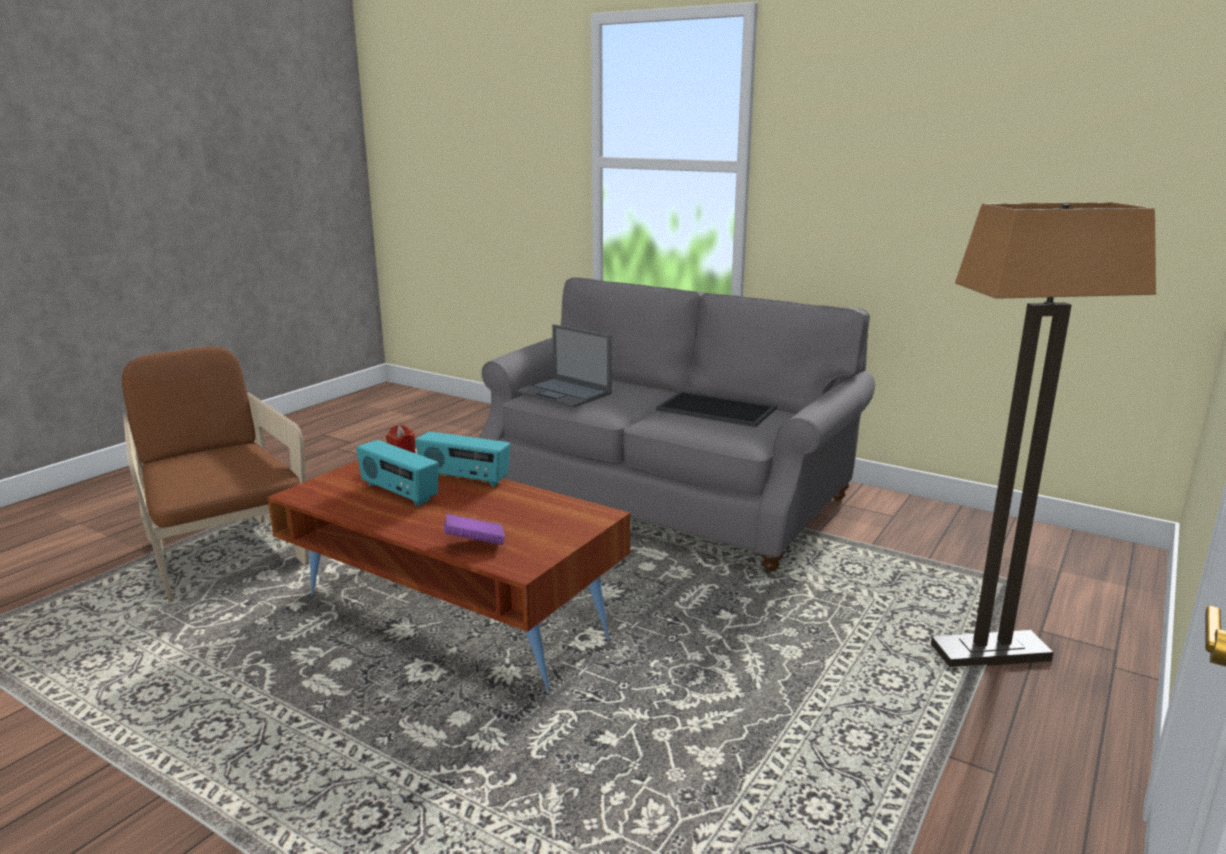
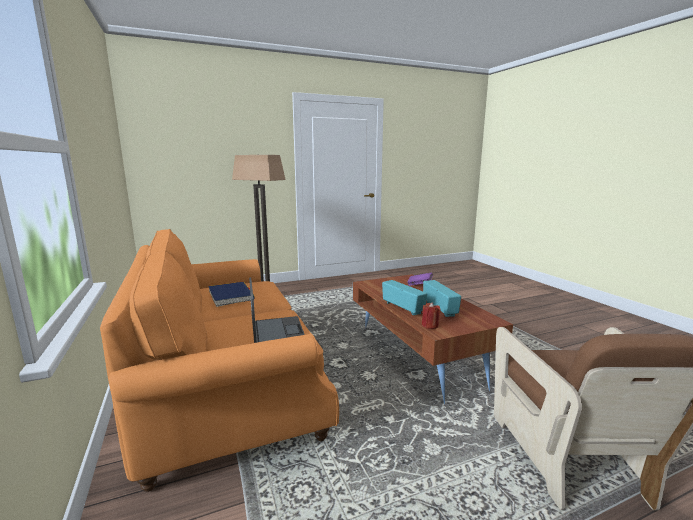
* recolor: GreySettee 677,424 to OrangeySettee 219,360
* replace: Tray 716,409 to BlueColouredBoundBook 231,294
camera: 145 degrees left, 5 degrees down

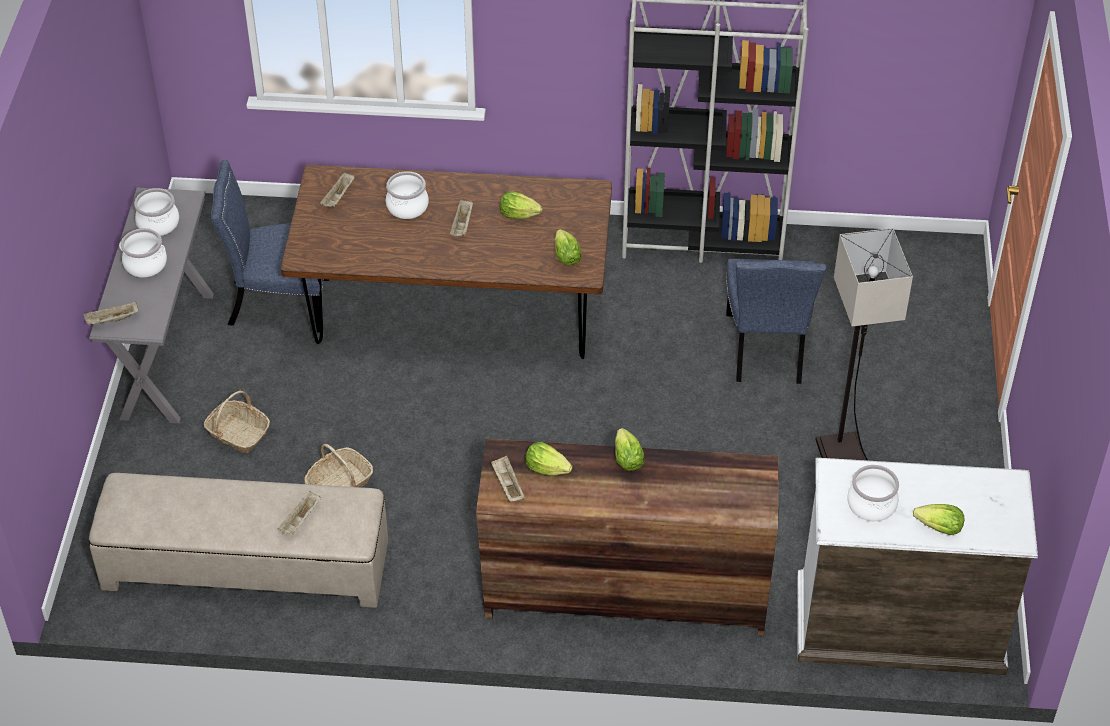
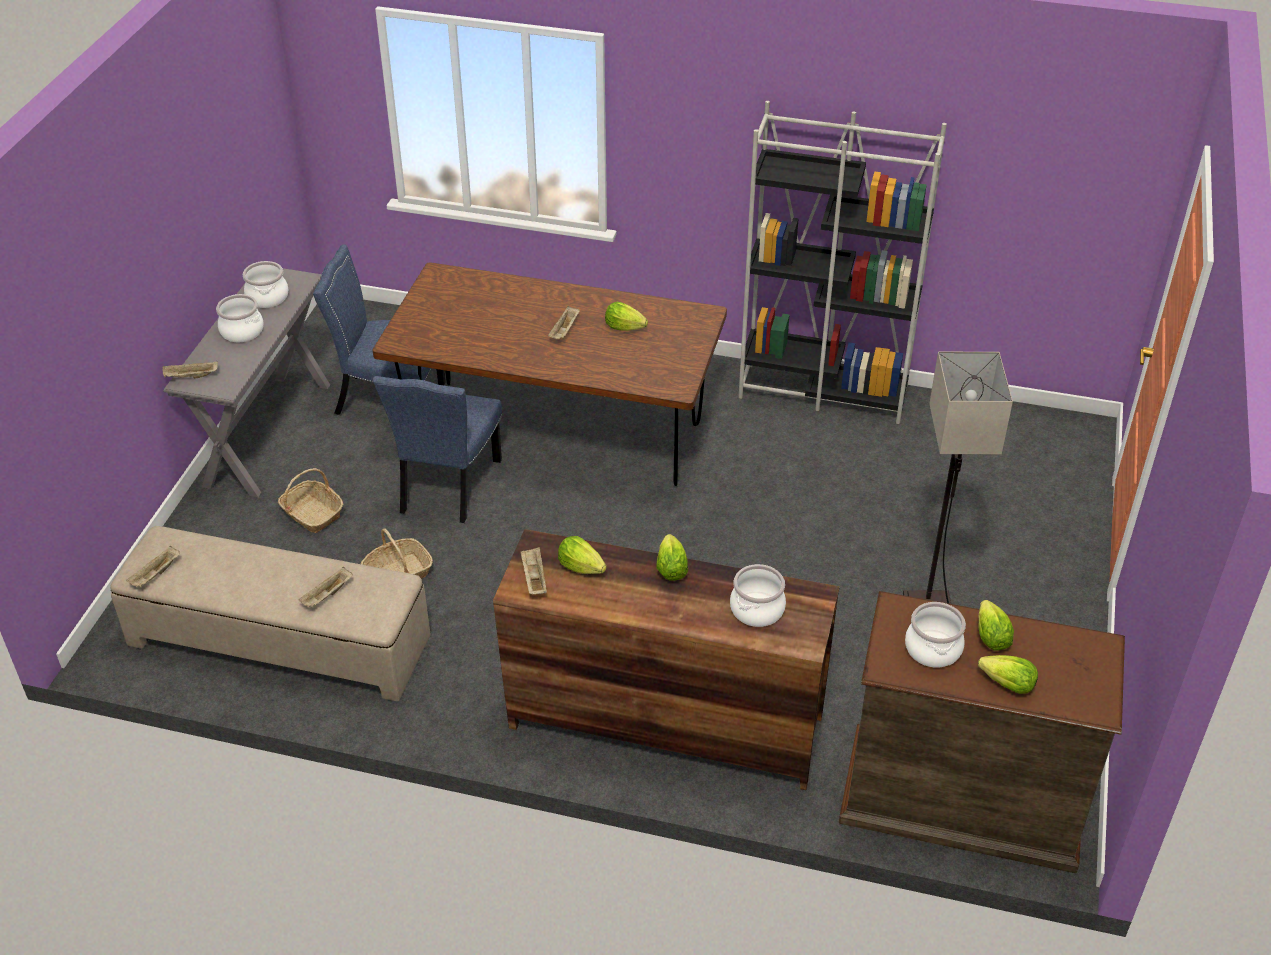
* move: SandColouredTray 337,189 to 153,566
* move: BlueColouredUprightChair 776,321 to 437,449
* move: Stockpot 407,195 to 758,595
* recolor: WhiteChestOfDrawers 917,566 to BrownColouredChestOfDrawers 982,732
* move: HeadOfLettuce 568,247 to 996,625
camera: 10 degrees right, 5 degrees down

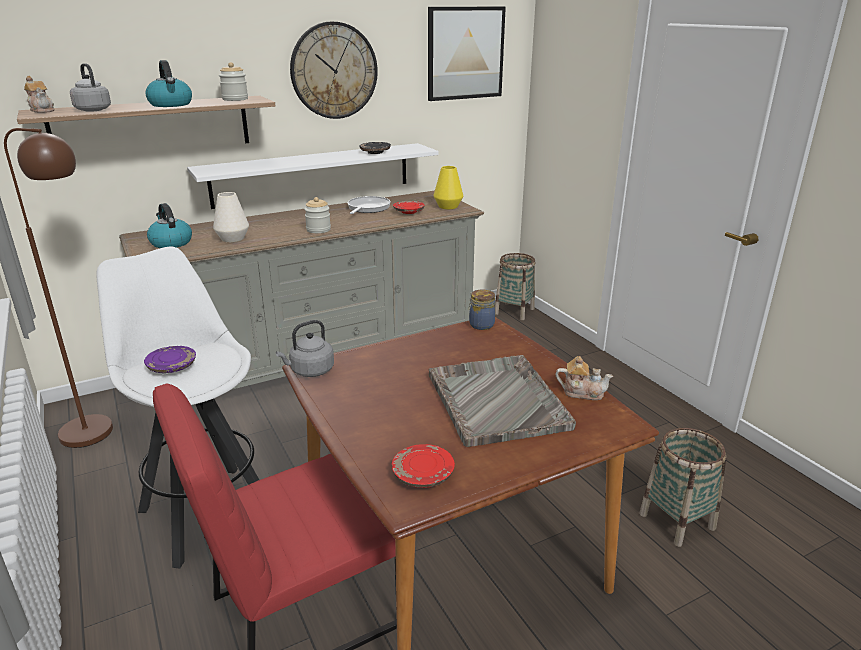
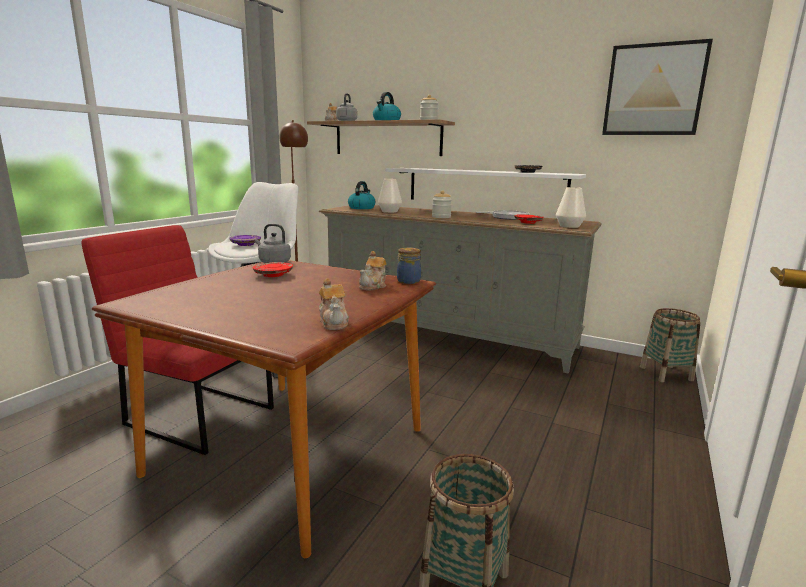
* move: ReddishFlatDish 423,466 to 272,269
* insert: PotForTea 372,270
* recolor: YellowishFlowerVase 448,187 to WhiteFlowerVase 571,207
* delete: WallClock 334,70
* delete: GreyTray 502,401
camera: 55 degrees right, 10 degrees down

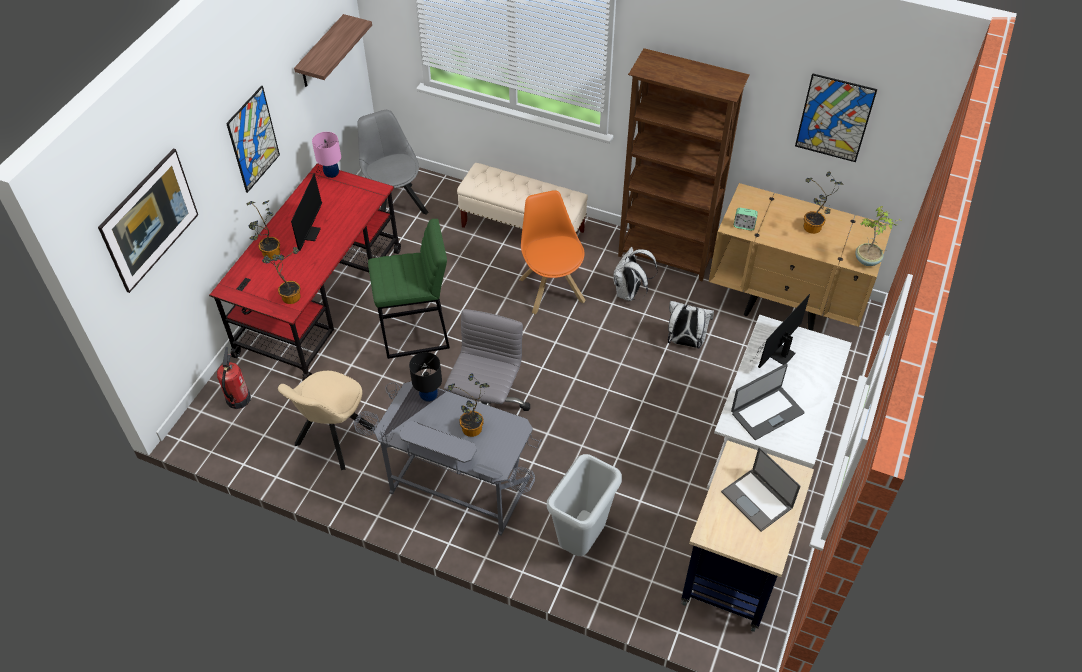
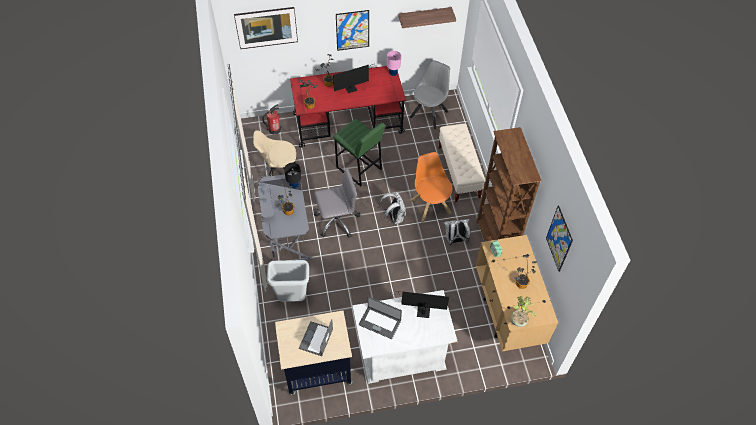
* move: WhiteBackpack 691,324 to 393,208
* rotate: OrangeyUprightChair 552,252 = 431,187 60 degrees counterclockwise
camera: 55 degrees right, 5 degrees up

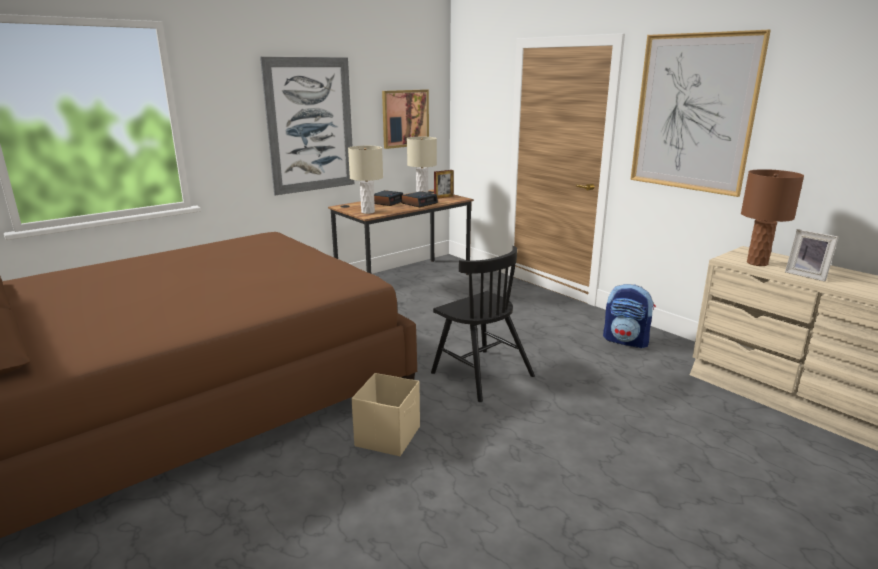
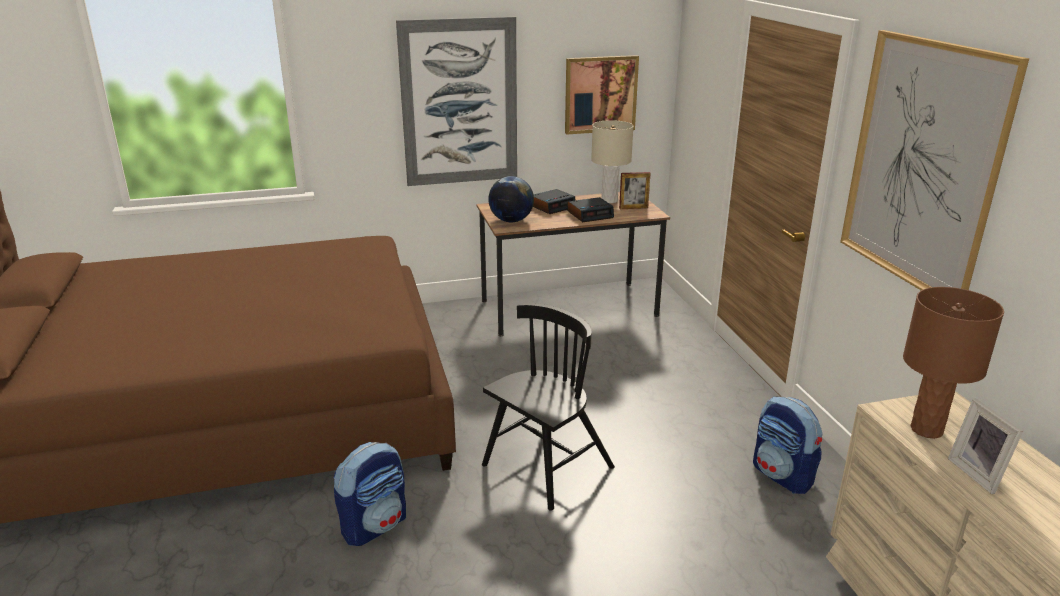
* replace: SandColouredStorageBox 386,414 to Backpack 370,494
* rotate: BlackColouredUprightChair 483,324 = 548,407 120 degrees counterclockwise
* replace: SandColouredTabletopLamp 365,180 to DeskGlobe 511,199
camera: 25 degrees right, 5 degrees up

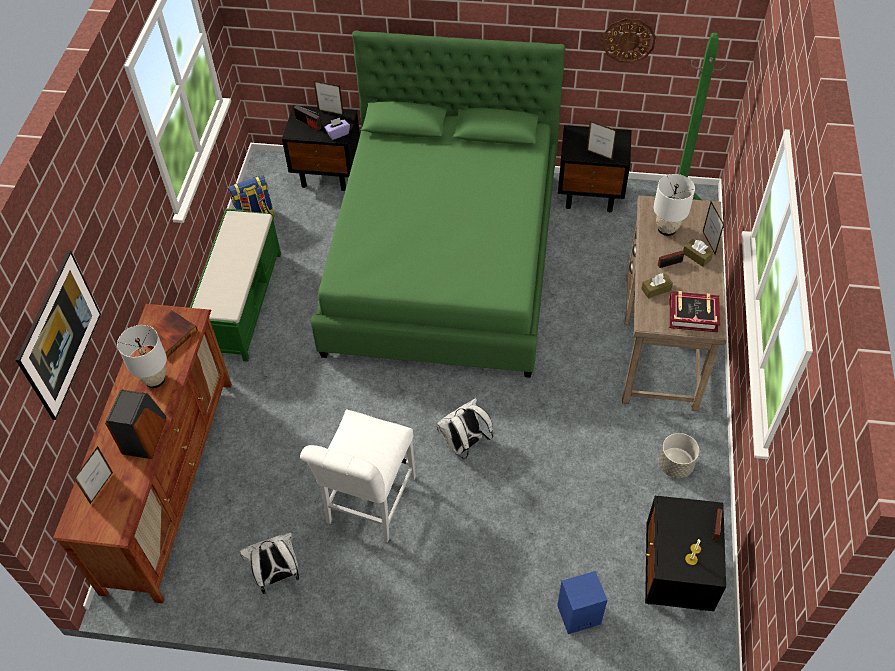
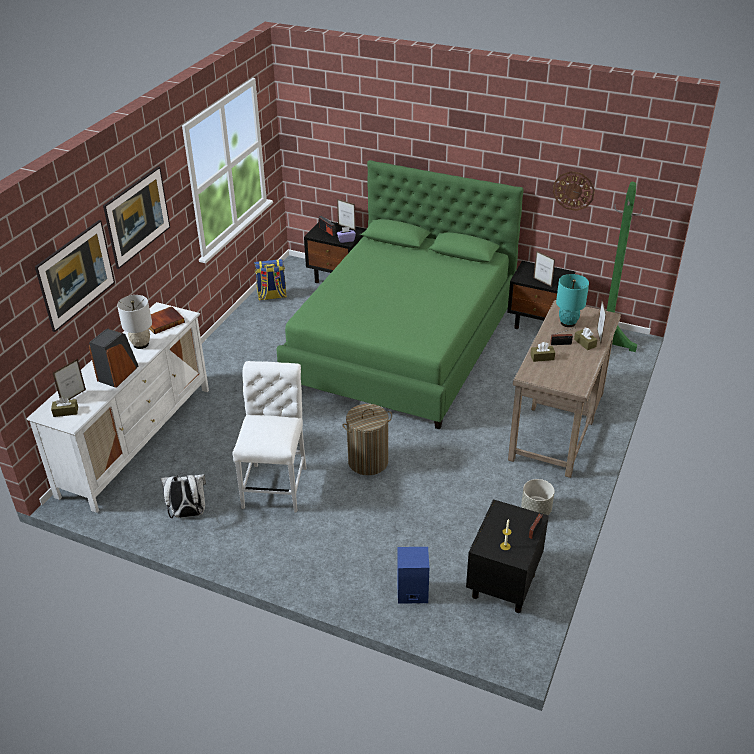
* recolor: BrownColouredChestOfDrawers 142,453 to WhiteChestOfDrawers 117,407
* insert: BrownColouredTissueBox 64,407
* insert: WallArt 136,217
* rotate: WhiteUprightChair 358,475 = 269,436 150 degrees clockwise
* replace: WhiteBackpack 465,428 to LaundryBasket 367,439
* recolor: WhiteTabletopLamp 674,205 to TurquoiseColouredTabletopLamp 572,300
* delete: GreenBench 235,285
* delete: BoundBook 694,311
camera: 15 degrees right, 15 degrees down

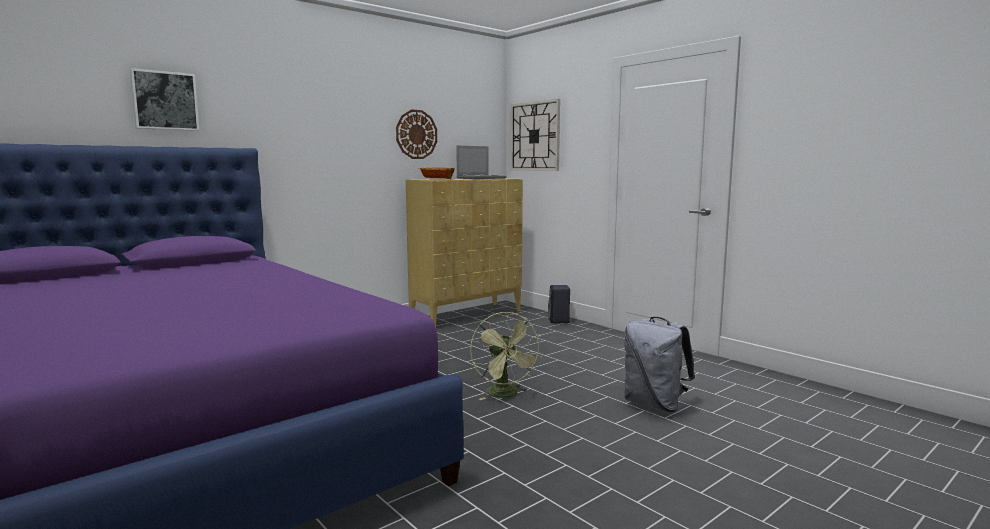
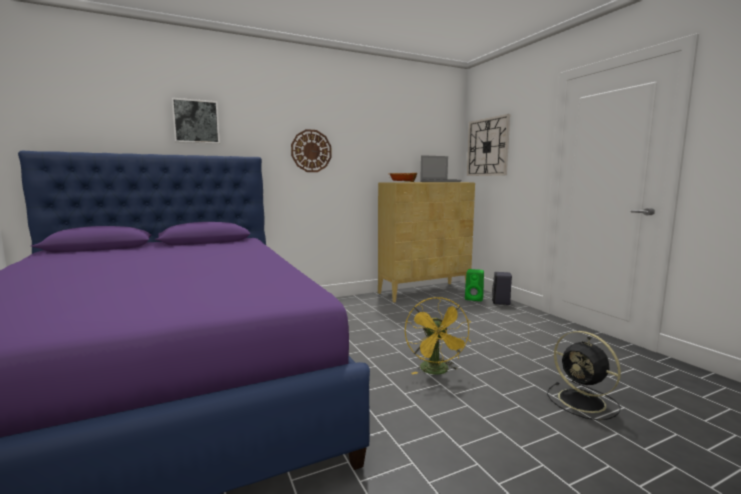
* move: WallClock 416,134 to 311,150
* recolor: GreenElectricFan 506,356 to YellowishElectricFan 438,335
* insert: GreenLoudspeaker 474,285
* replace: GreyBackpack 659,364 to BlackColouredElectricFan 584,375
camera: 15 degrees right, 0 degrees up

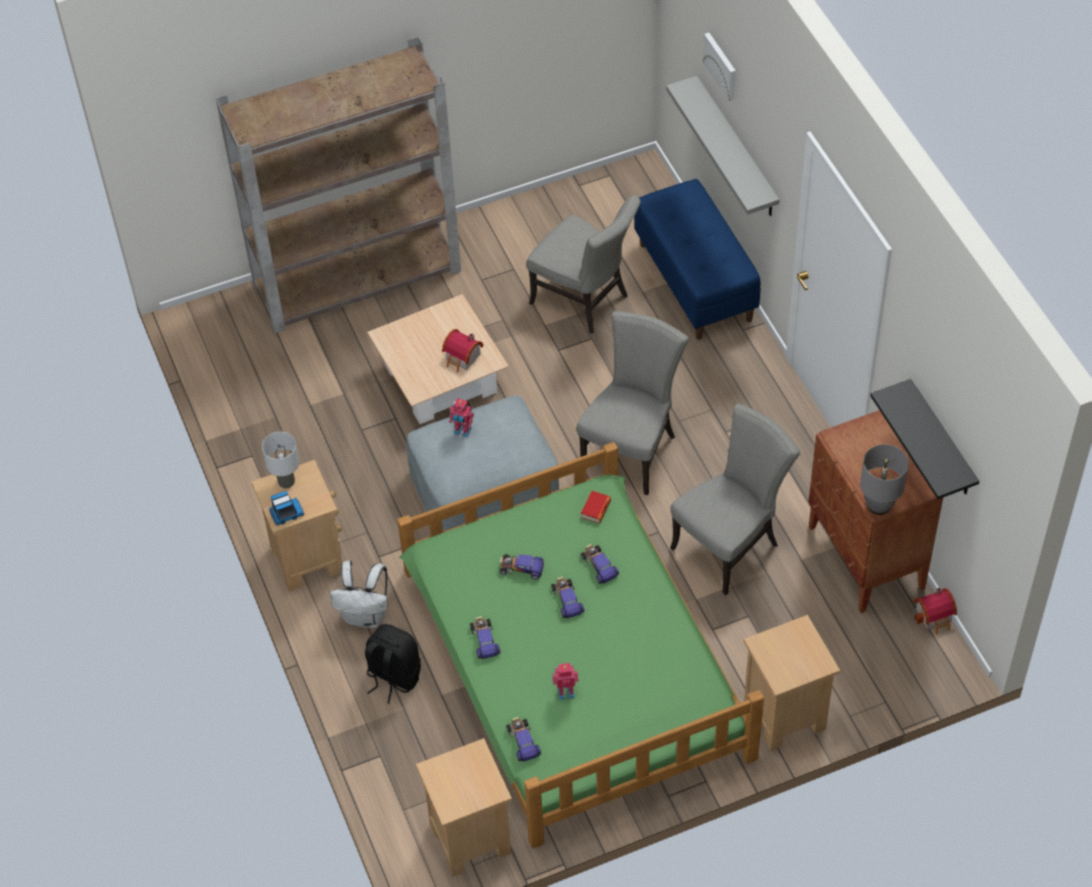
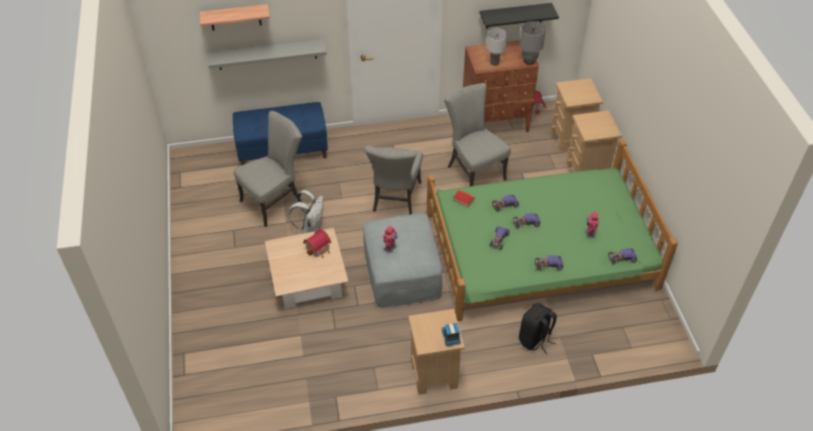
* replace: WallArt 719,67 to Shelf 235,17
* move: WhiteBackpack 359,594 to 306,212
* rotate: GreyUprightChair 632,403 = 393,179 120 degrees counterclockwise
* move: WhiteTabletopLamp 281,460 to 497,47
* move: SandColouredNightTable 464,807 to 577,115
* delete: BrownColouredBookshelf 338,184
camera: 80 degrees left, 5 degrees down

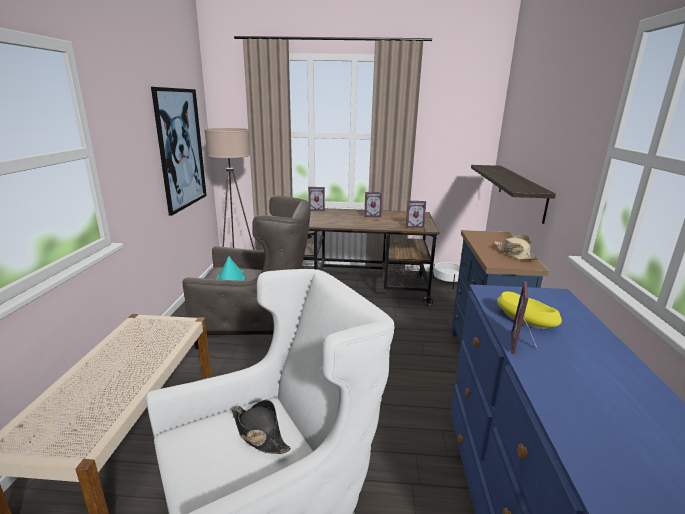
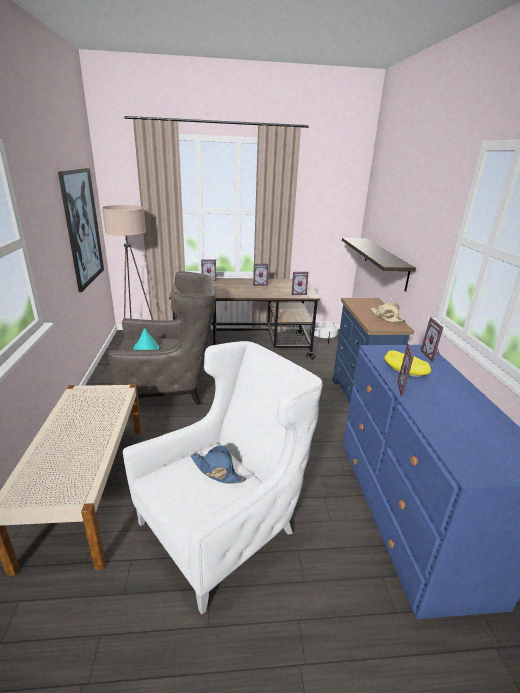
* recolor: BlackColouredWearableHat 261,427 to BlueColouredWearableHat 219,464
* insert: PictureFrame 432,339
camera: 10 degrees left, 5 degrees up

